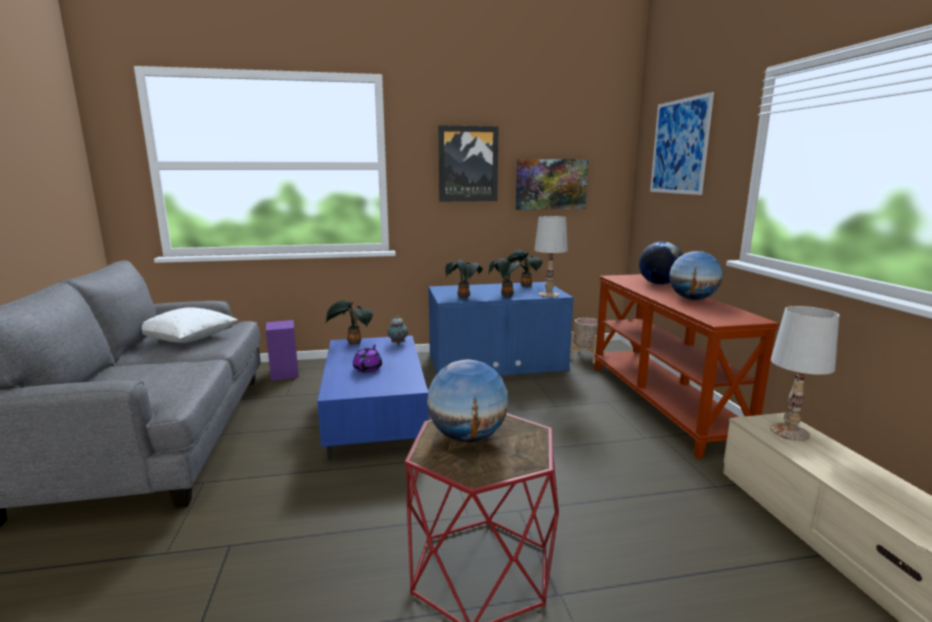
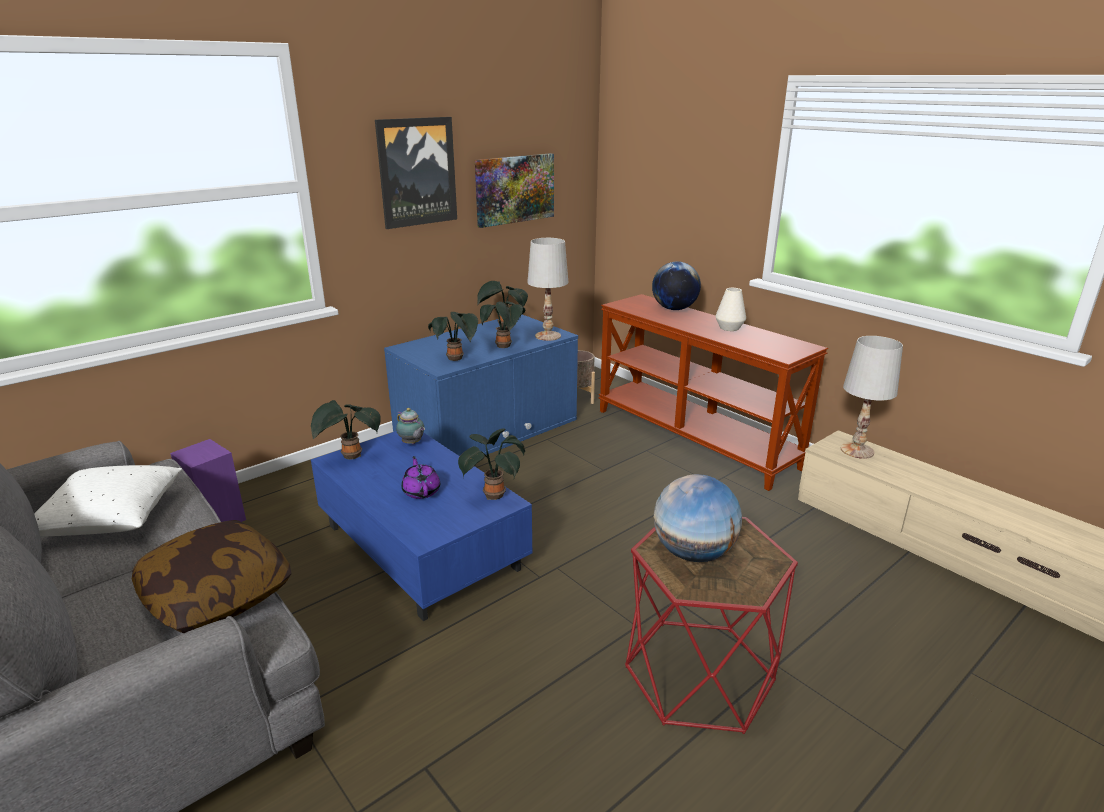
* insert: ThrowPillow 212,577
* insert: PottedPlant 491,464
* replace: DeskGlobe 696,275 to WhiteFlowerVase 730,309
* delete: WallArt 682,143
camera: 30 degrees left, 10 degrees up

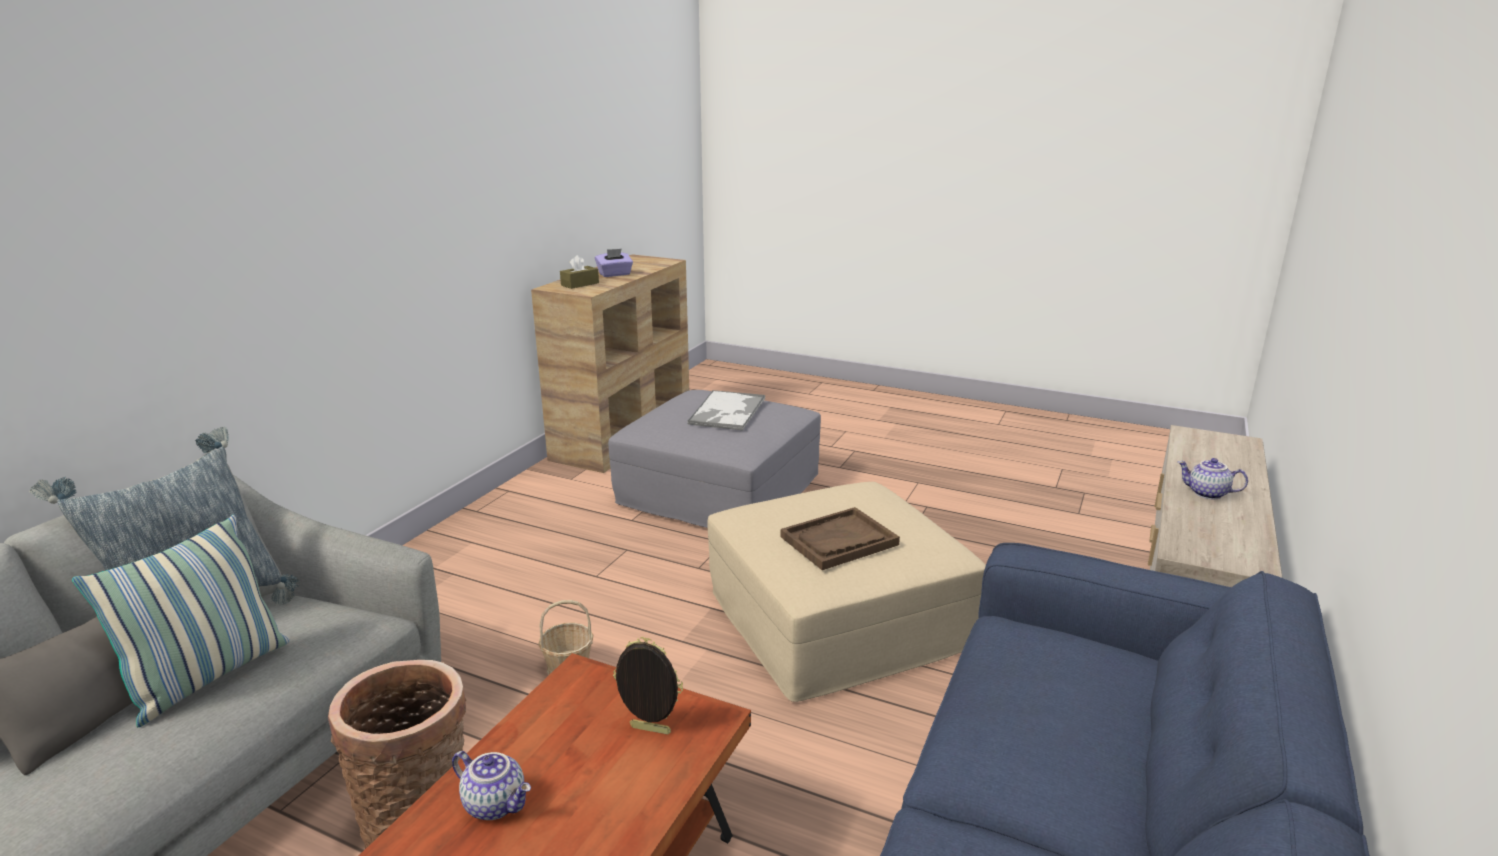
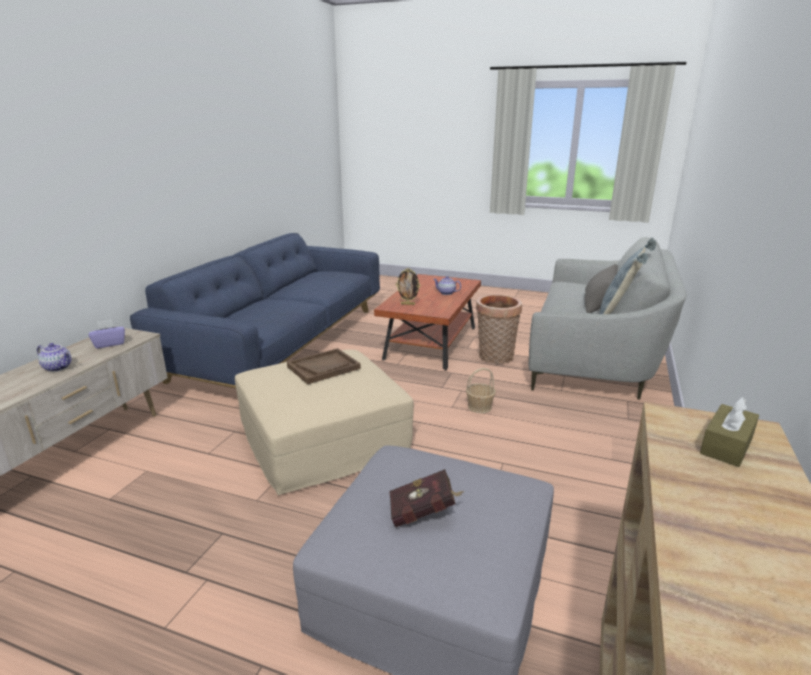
* move: PurpleTissueBox 614,263 to 107,334
* replace: Tray 726,410 to ReddishBoundBook 427,498
* delete: ThrowPillow 181,621
camera: 175 degrees right, 0 degrees up

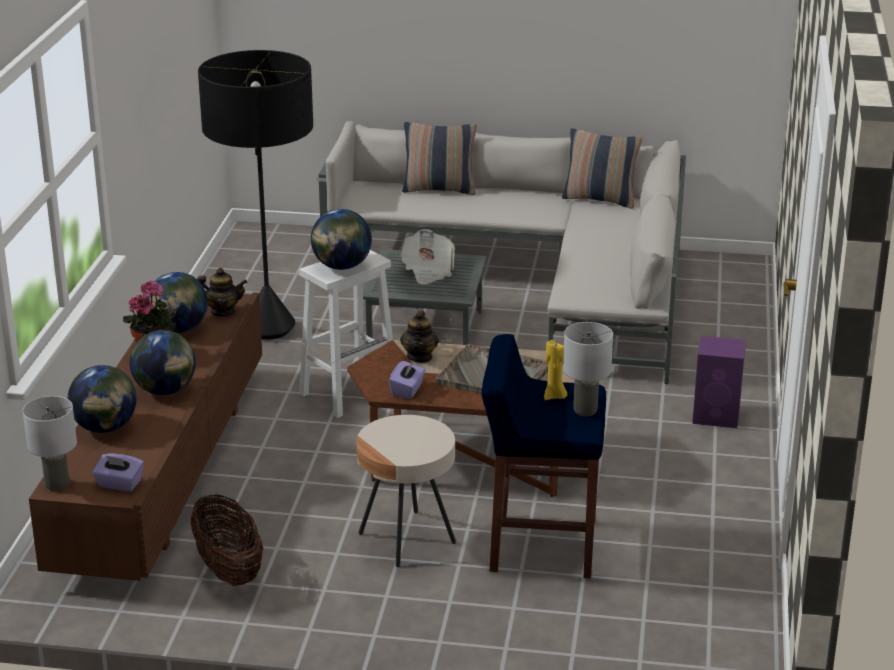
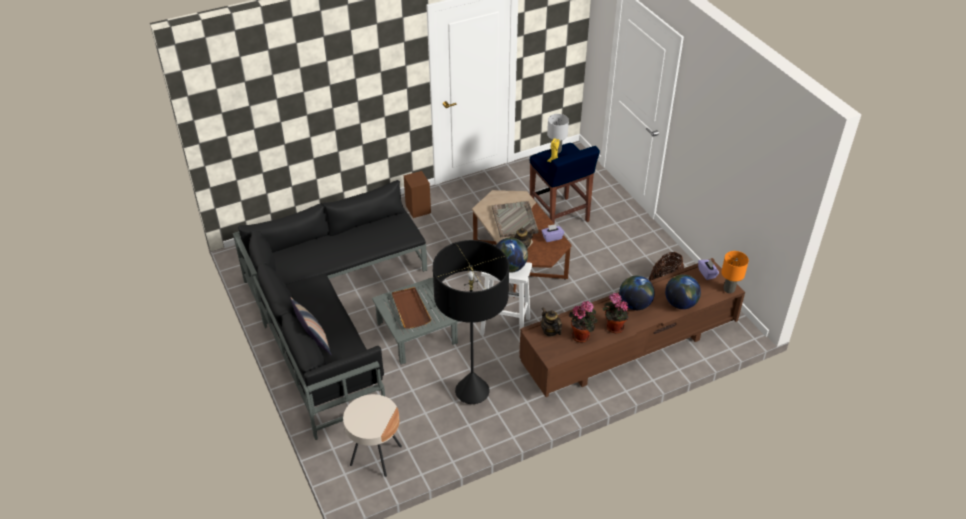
* recolor: WhiteSettee 501,252 to BlackColouredSettee 346,310
* move: SandColouredAccentTable 406,491 to 372,435
* replace: PrintedPaper 427,256 to BrownColouredTray 411,308
* recolor: PurpleLoudspeaker 719,382 to BrownColouredLoudspeaker 417,194
* replace: DeskGlobe 178,302 to PottedPlant 583,321
* recolor: WhiteTabletopLamp 50,443 to OrangeyTabletopLamp 735,272
* delete: ThrowPillow 602,168
camera: 125 degrees left, 15 degrees up

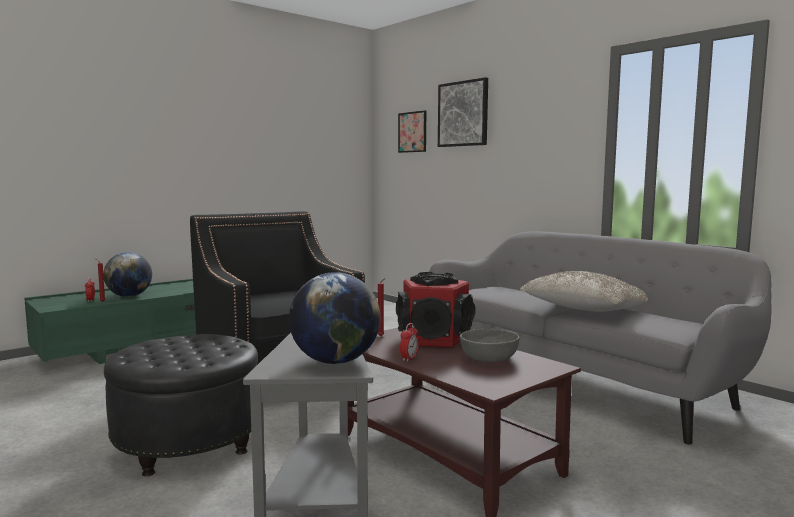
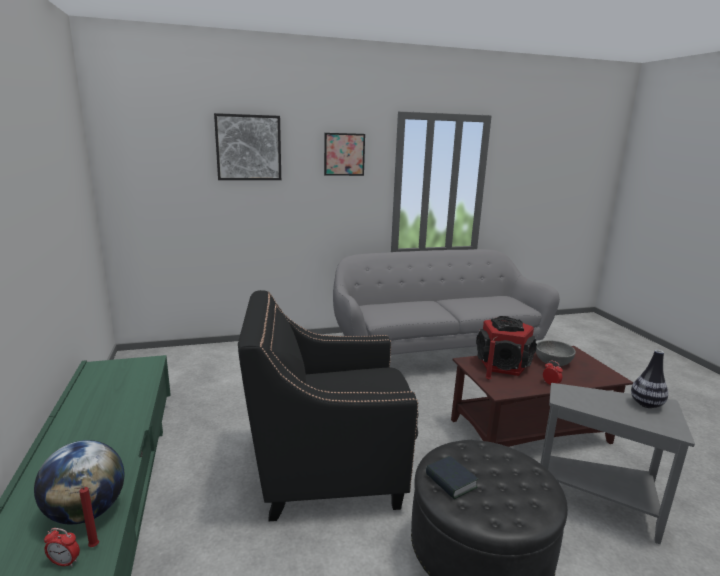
* move: WallArt 412,131 to 344,154
* insert: BoundBook 452,477
* replace: DeskGlobe 334,318 to FlowerVase 649,379
* delete: SandColouredThrowPillow 584,291
camera: 65 degrees left, 10 degrees up

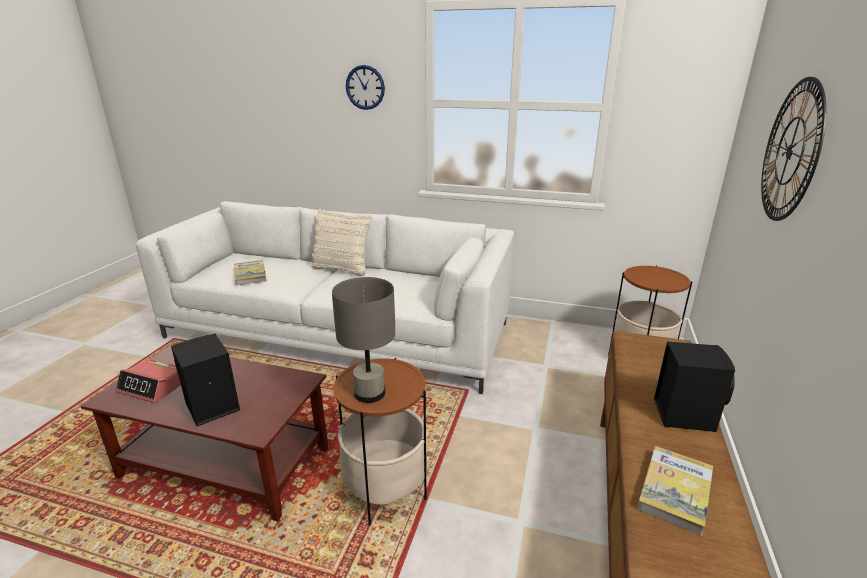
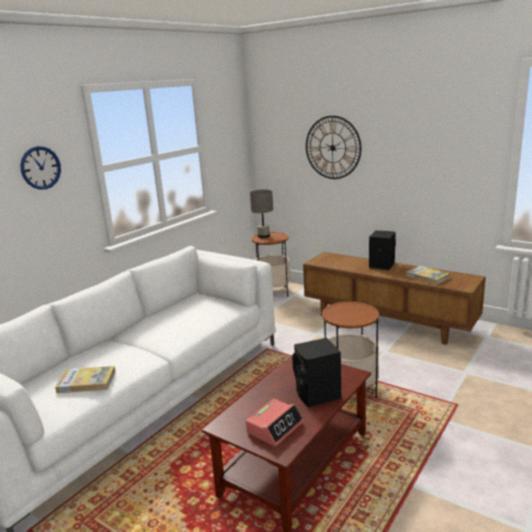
* move: GreyTabletopLamp 363,340 to 261,213
* delete: SandColouredThrowPillow 342,242
camera: 70 degrees left, 5 degrees down

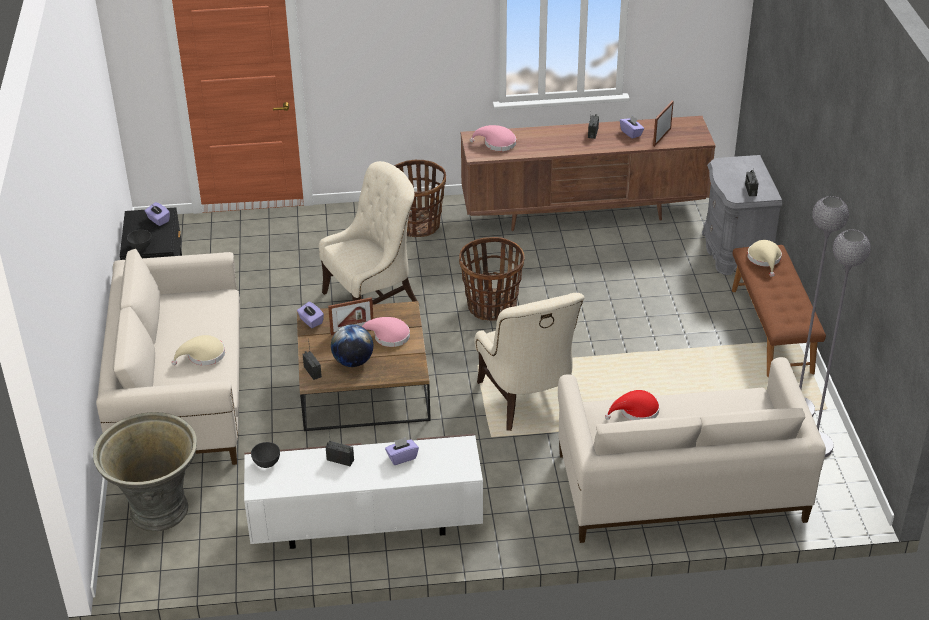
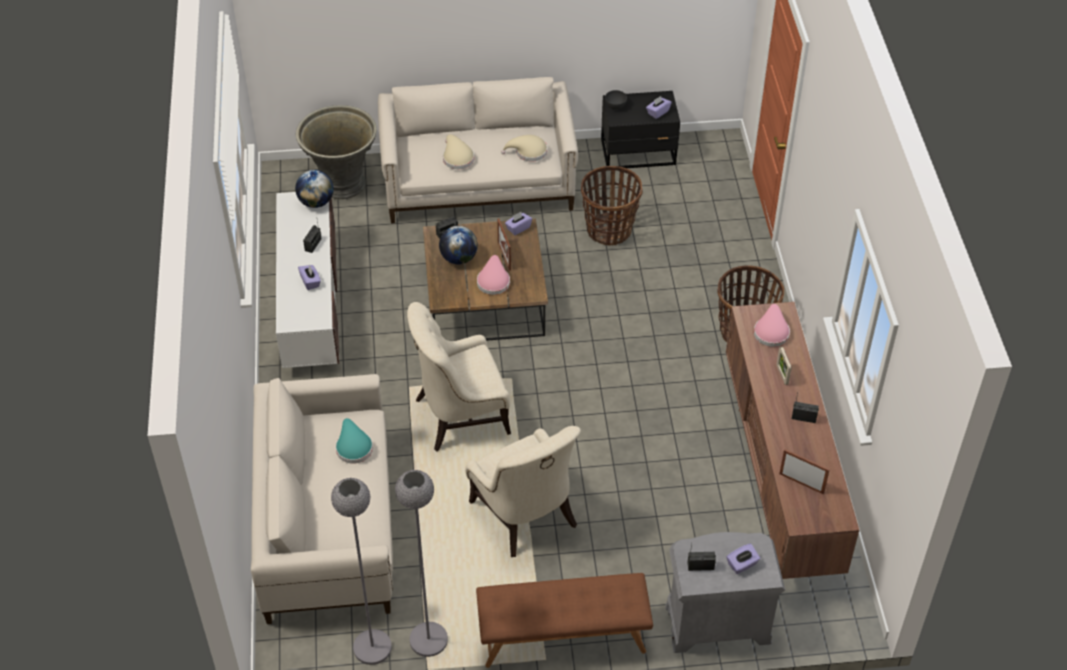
* replace: GreyDeepDish 265,455 to DeskGlobe 314,189
* recolor: ReddishWearableHat 632,405 to TurquoiseColouredWearableHat 354,441
* move: SandColouredEasyChair 368,233 to 523,491
* move: SandColouredWearableHat 764,258 to 524,148
* move: StorageBasket 492,279 to 611,206
* move: PurpleTissueBox 632,127 to 743,559
* insert: PictureFrame 784,366
camera: 90 degrees right, 10 degrees up

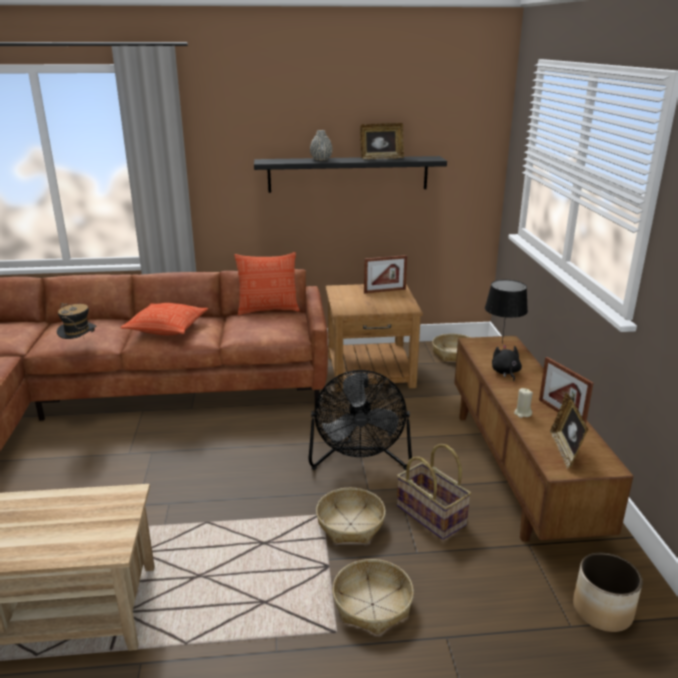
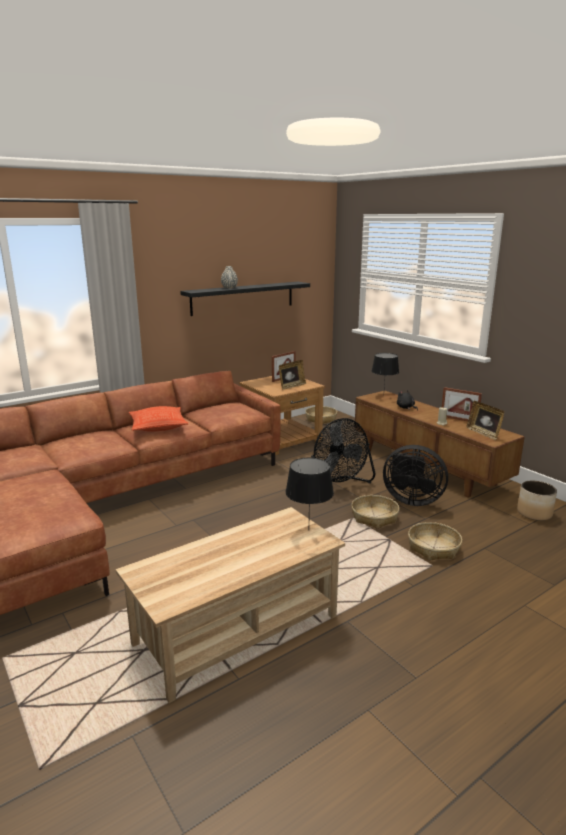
* move: PictureFrame 382,141 to 292,375
* insert: BlackColouredTabletopLamp 309,486
* replace: StorageBasket 434,492 to BlackColouredElectricFan 415,475
* delete: WearableHat 76,321
* delete: OrangeyThrowPillow 267,283
camera: 30 degrees left, 5 degrees down

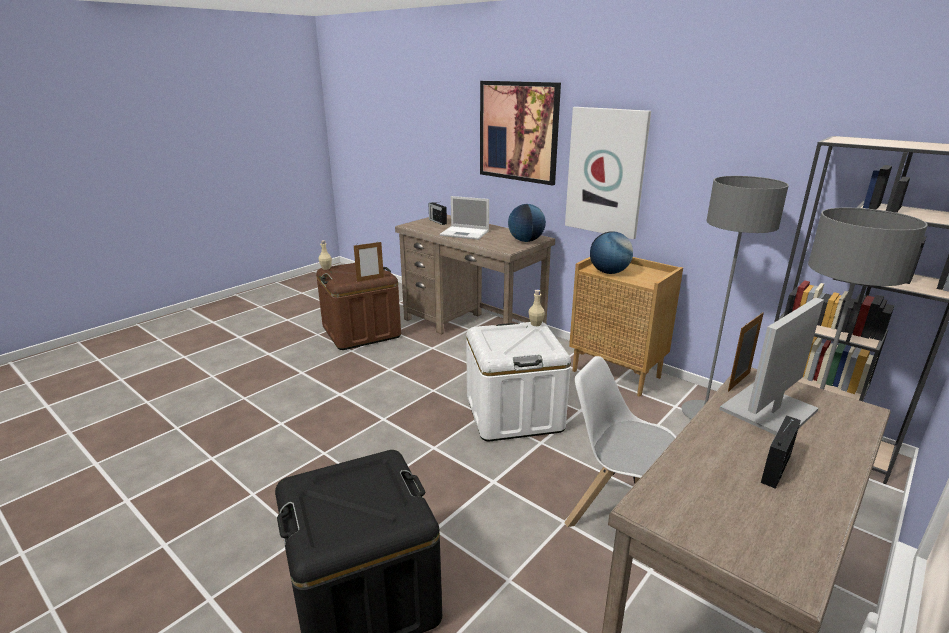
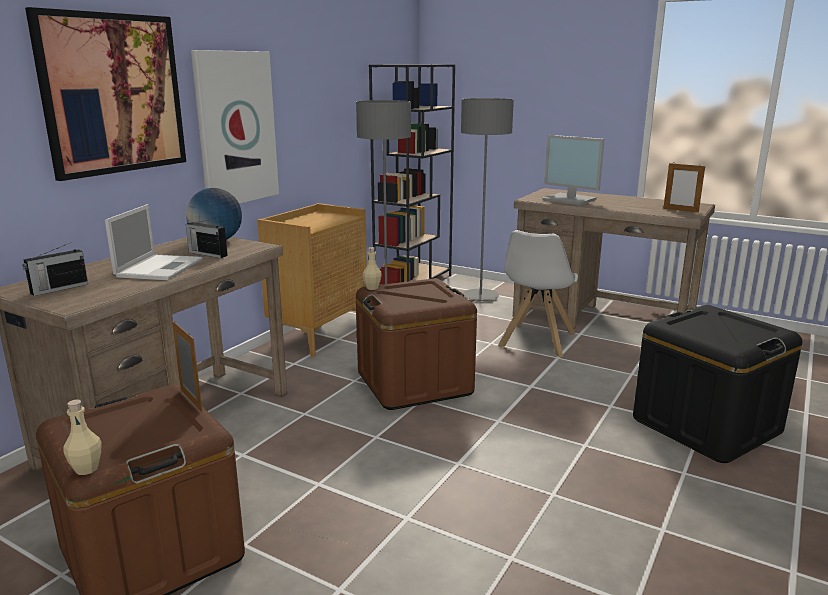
* move: Radio 781,452 to 207,238
* recolor: WhiteStorageBox 518,381 to BrownColouredStorageBox 416,344
* move: PictureFrame 746,352 to 684,188
* delete: DeskGlobe 611,252
camera: 100 degrees left, 5 degrees down

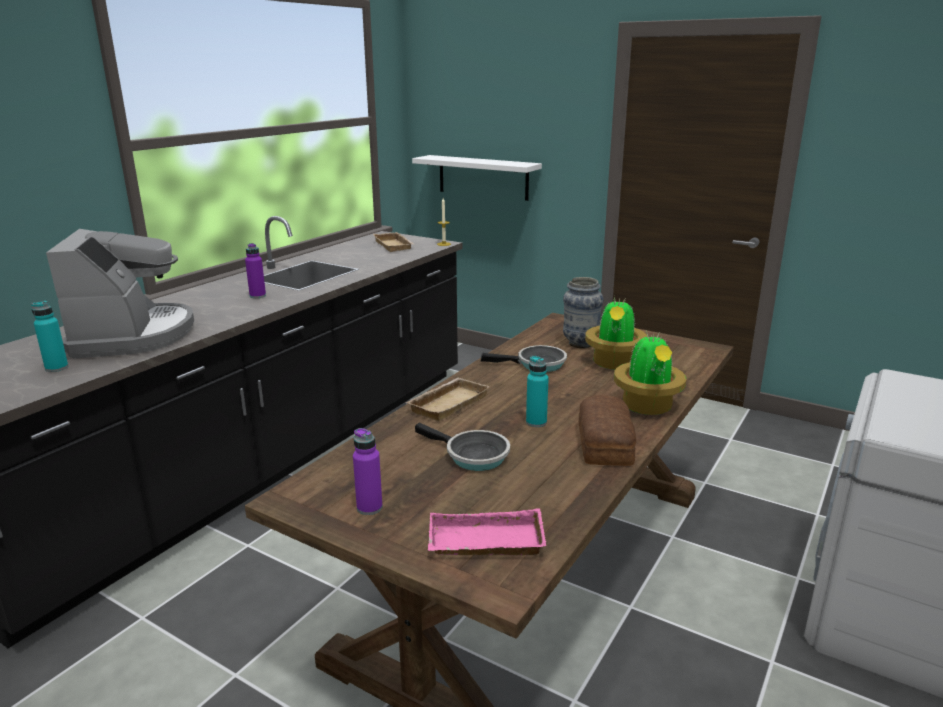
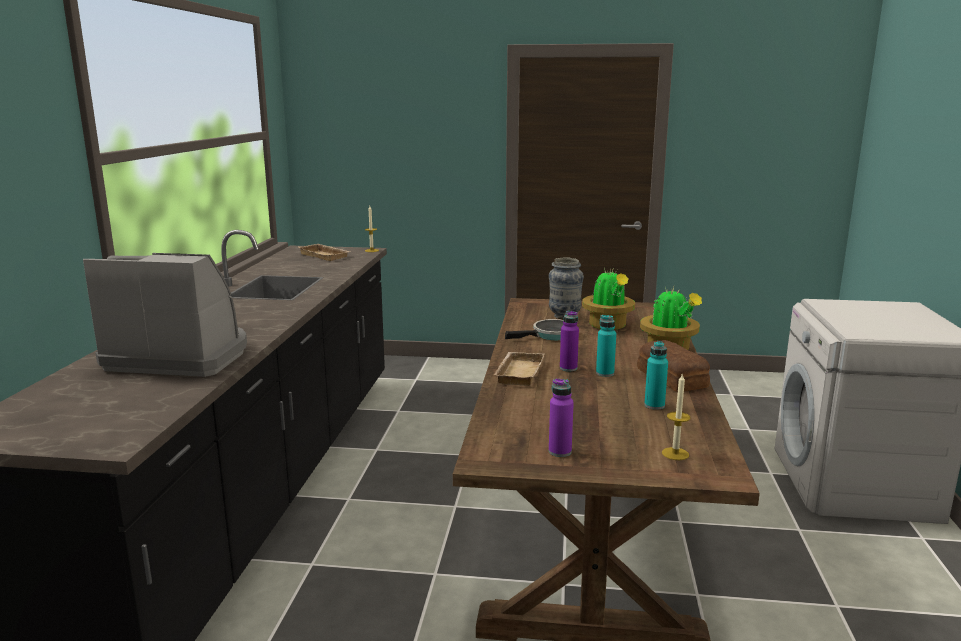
* rotate: CoffeeMachine 120,293 = 165,315 45 degrees counterclockwise
* move: PurpleBeverageBottle 255,270 to 569,341
* move: TurquoiseColouredBeverageBottle 49,336 to 656,375
* replace: PinkishTray 487,531 to Candle 676,417
* delete: WhiteShelf 477,178
* delete: FryingPan 462,447
camera: 25 degrees left, 5 degrees down

